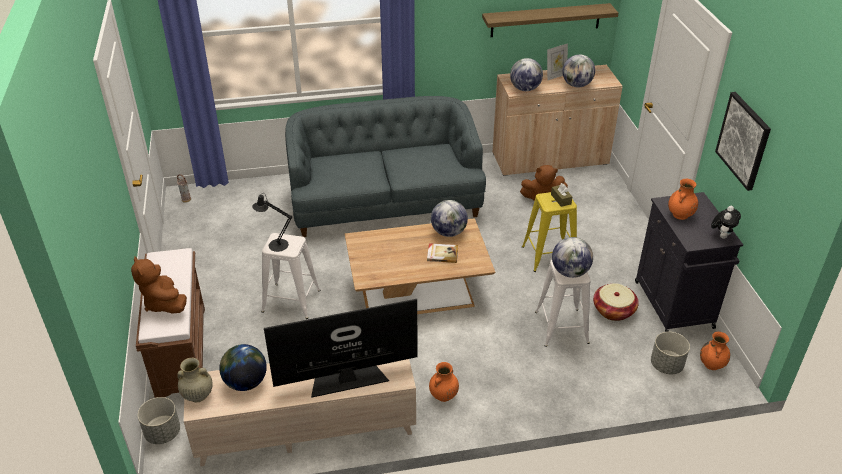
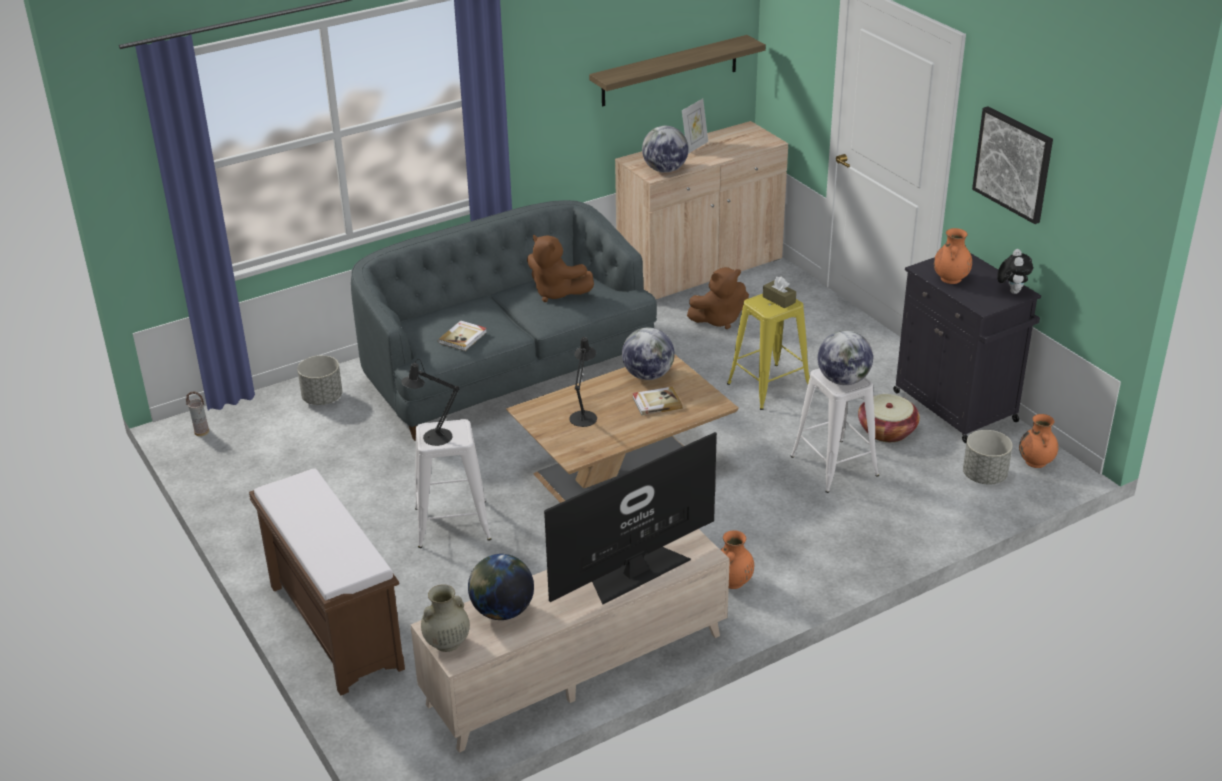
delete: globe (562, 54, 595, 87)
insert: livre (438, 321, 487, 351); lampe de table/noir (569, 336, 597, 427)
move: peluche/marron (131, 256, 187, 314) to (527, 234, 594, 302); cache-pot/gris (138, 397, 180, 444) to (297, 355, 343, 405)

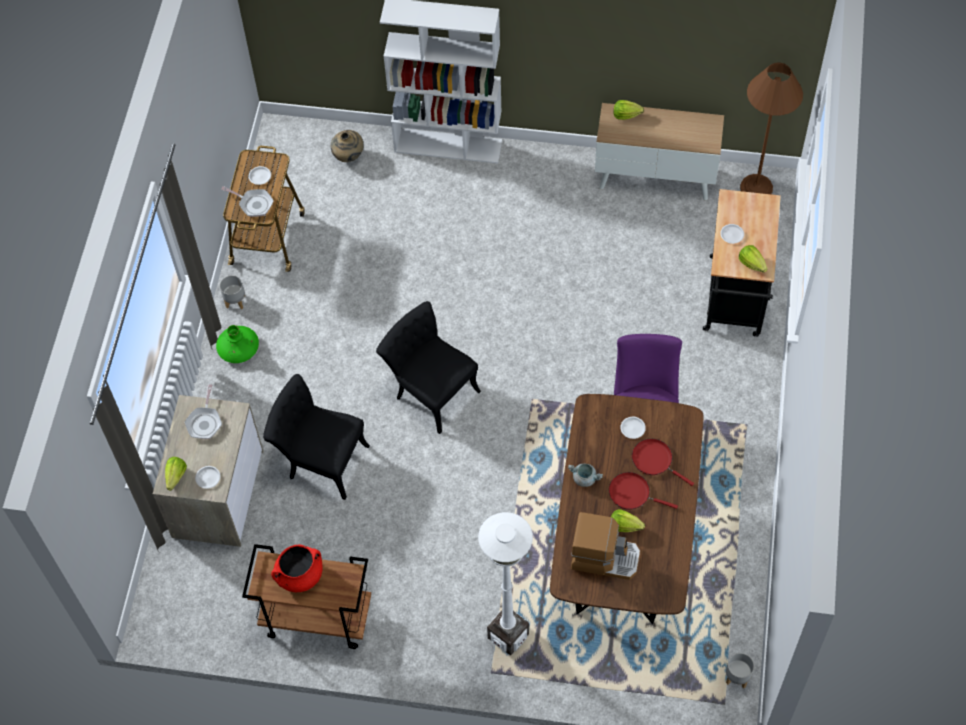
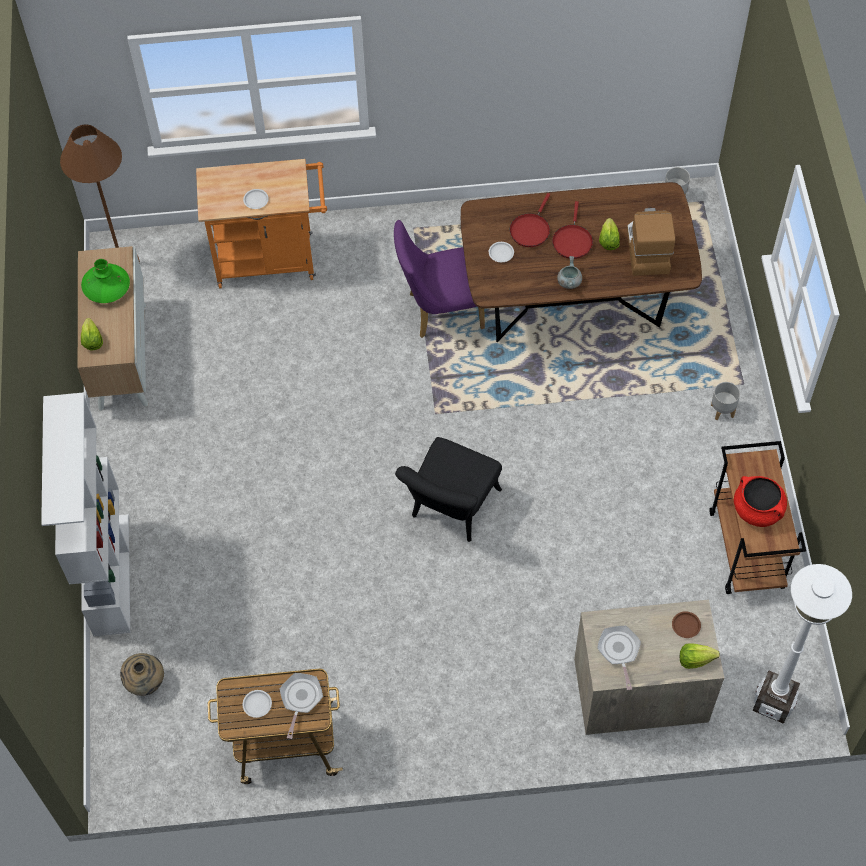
delete: chaise/noir (263, 374, 370, 500); laitue (739, 245, 767, 273)
move: vase/vert (216, 325, 259, 363) to (81, 259, 130, 303); cache-pot/gris (220, 275, 245, 309) to (711, 382, 740, 420); lampadaire/blanc (478, 512, 533, 655) to (753, 564, 852, 724)
recolor: assiette/blanc (195, 466, 221, 489) to assiette/marron (672, 611, 701, 638); chariot/noir (703, 189, 781, 337) to chariot/orange (196, 159, 327, 289)
rotate: poêle (185, 384, 222, 439) = (597, 626, 641, 690) 90 degrees counterclockwise

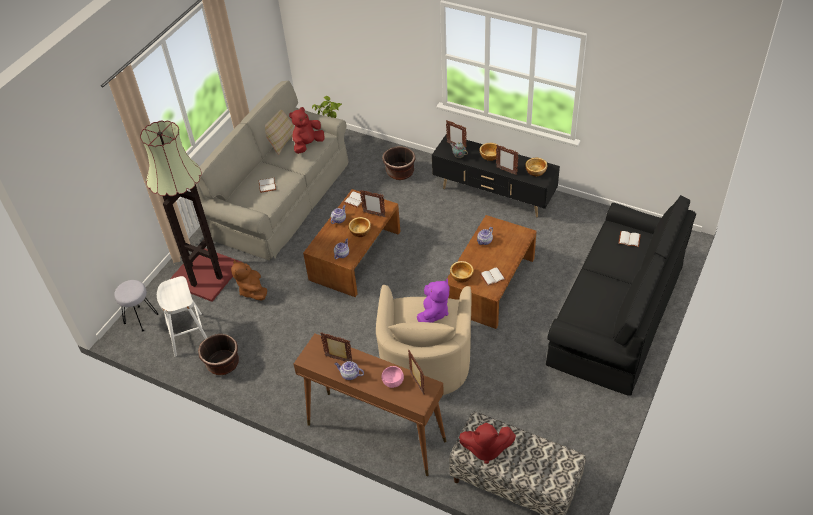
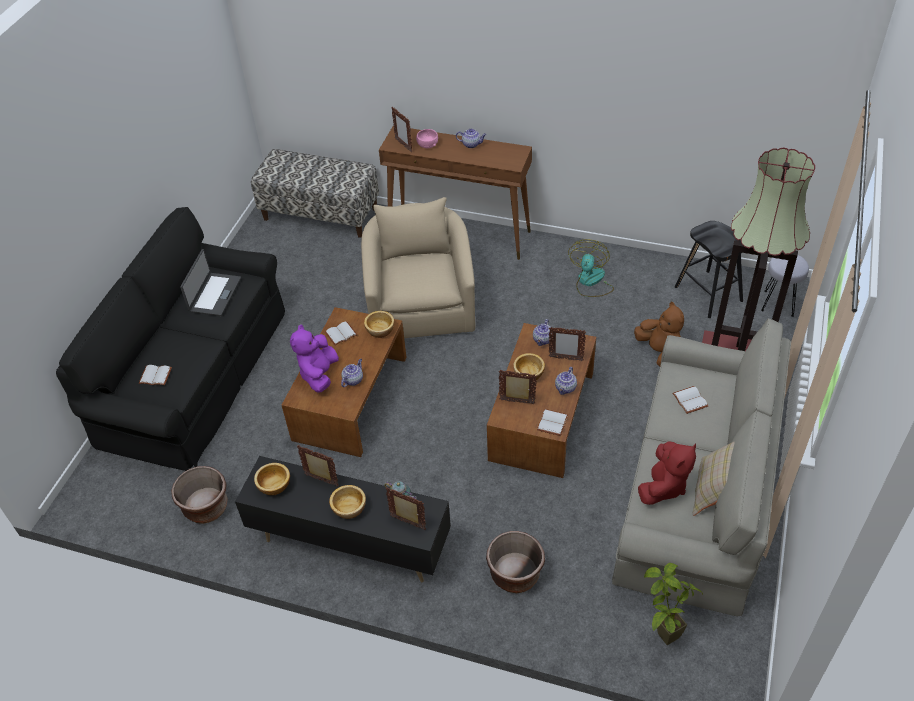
delete: peluche/rouge (459, 423, 516, 464)
insert: ordinateur portable (180, 249, 241, 316); ventilateur (568, 239, 614, 297)
move: cache-pot/marron (198, 334, 239, 375) to (171, 466, 228, 524); cadre photo (320, 332, 352, 362) to (549, 327, 586, 361); peluche/violet (417, 278, 449, 323) to (290, 325, 339, 393)
recolor: tabouret/blanc (157, 276, 207, 357) to tabouret/noir (675, 221, 743, 318)

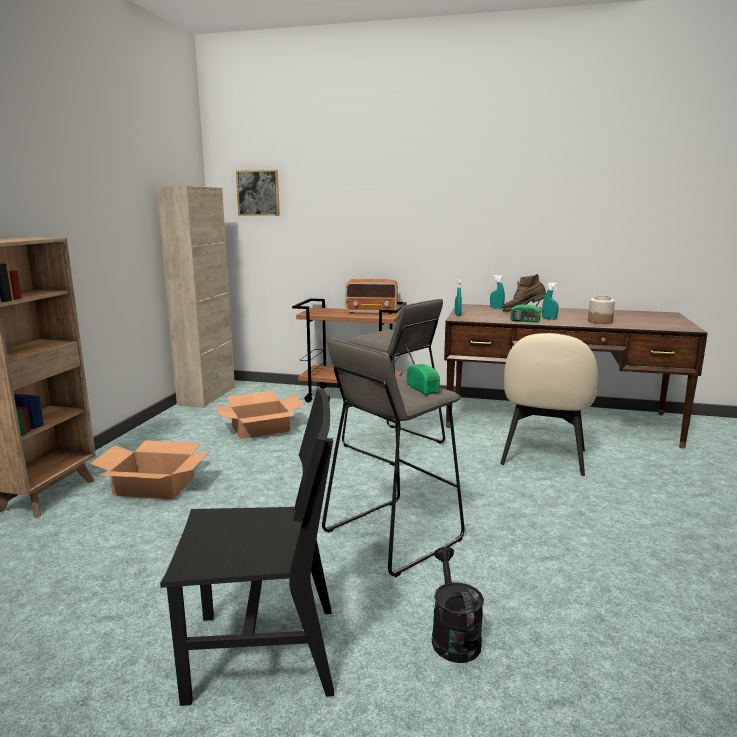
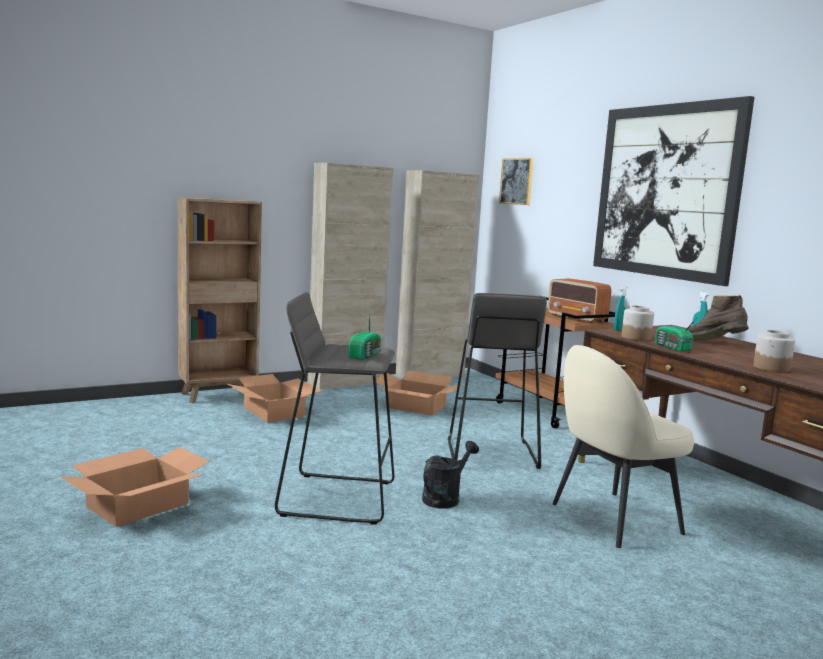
delete: vaporisateur/turquoise (542, 282, 559, 320)
insert: meuble de rangement/beige (307, 163, 393, 389); tableau (593, 96, 754, 286); bocal (622, 305, 654, 341)
move: arrosoir/noir (432, 547, 484, 663) to (422, 441, 479, 508)
replace: chaise/noir (160, 389, 334, 706) to carton (60, 447, 210, 527)

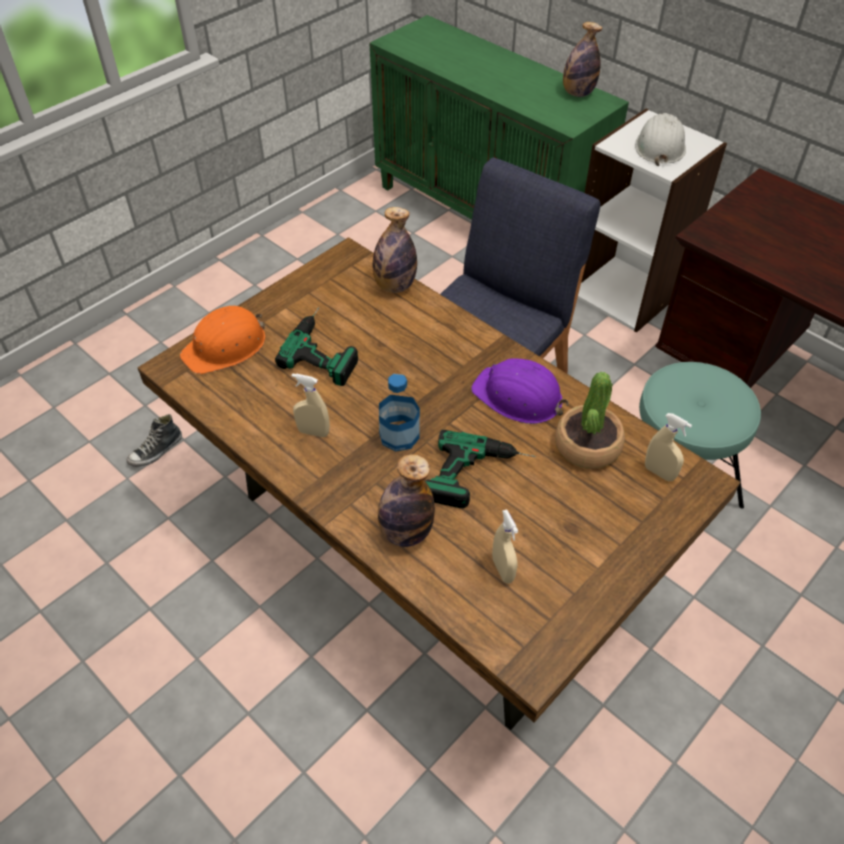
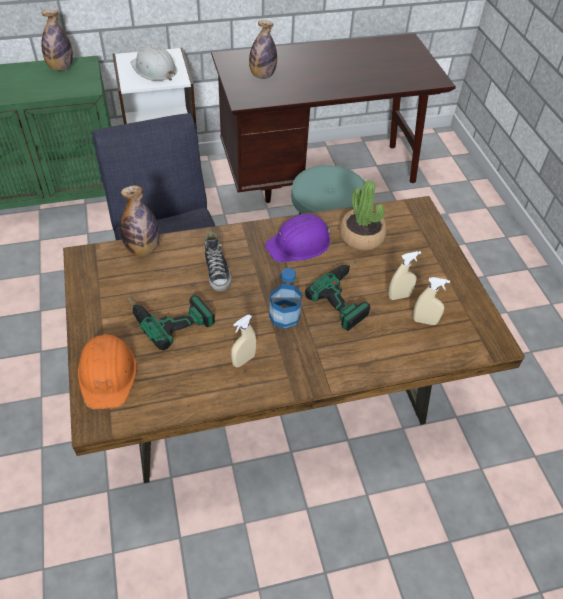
move: chaussure (127, 414, 182, 467) to (205, 231, 231, 291); bouteille (378, 454, 435, 547) to (249, 20, 277, 79); vaporisateur/beige (645, 413, 692, 481) to (388, 251, 421, 300)

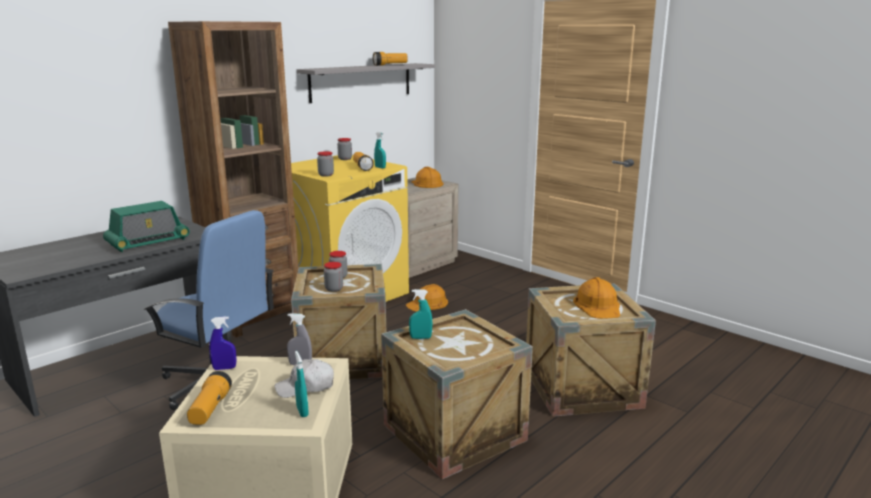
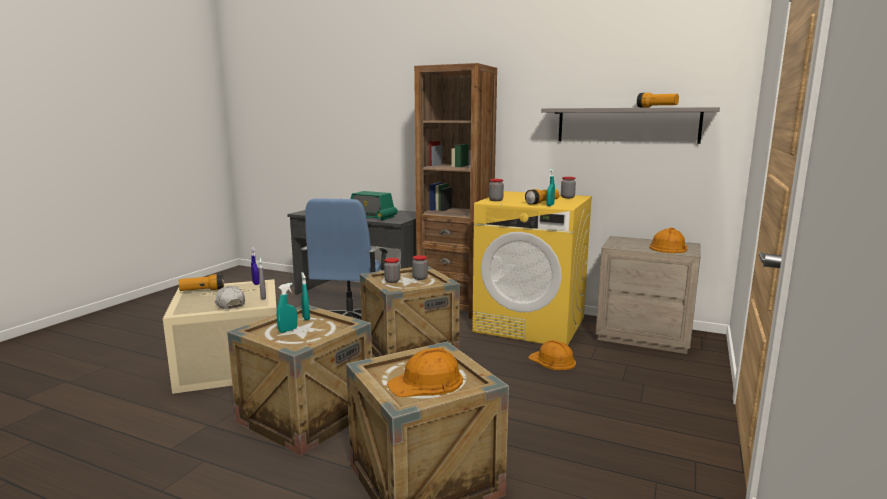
move: vaporisateur/turquoise (295, 351, 309, 417) to (277, 283, 297, 333)

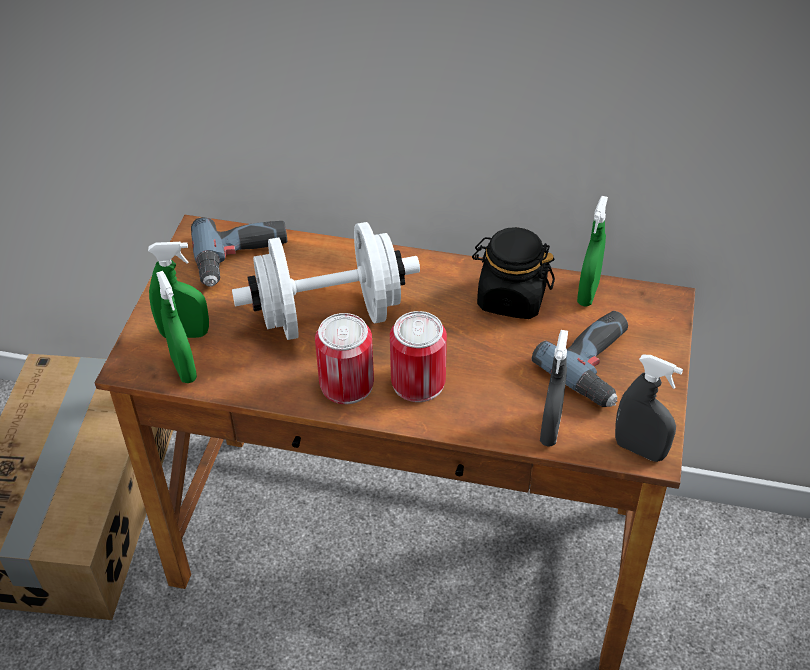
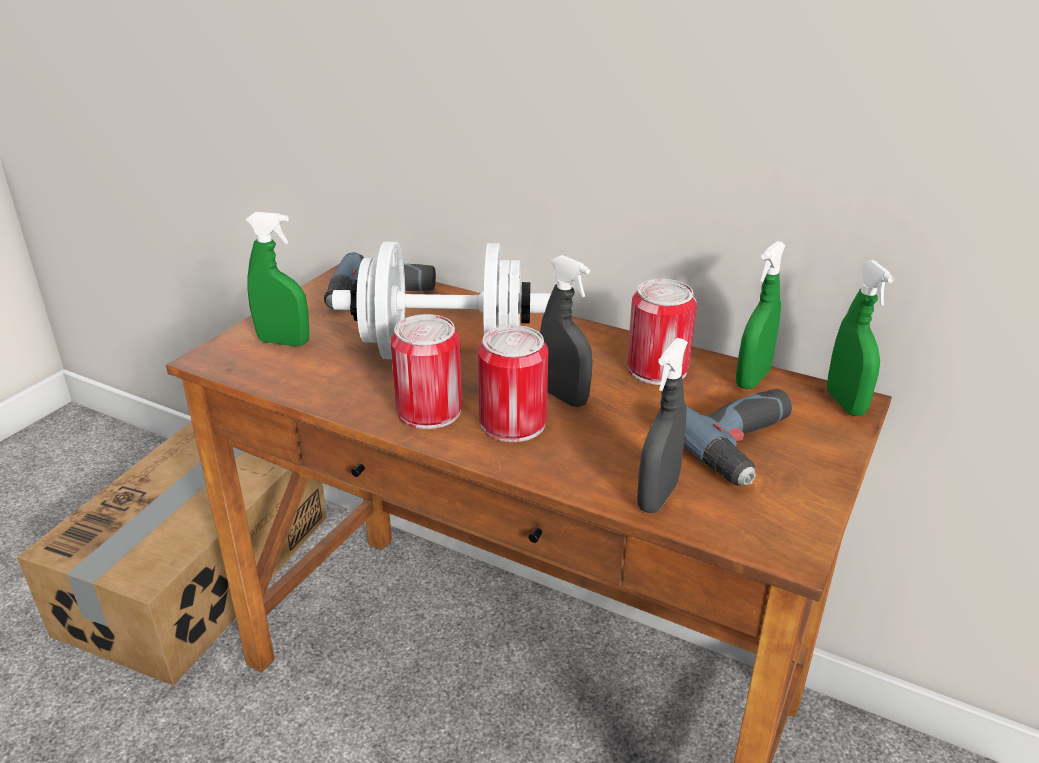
move: vaporisateur/vert (156, 271, 197, 383) to (827, 260, 894, 416); vaporisateur/gris (615, 355, 683, 462) to (540, 255, 593, 407)
replace: bocal/noir (472, 227, 555, 319) to boîte métallique (627, 279, 697, 385)

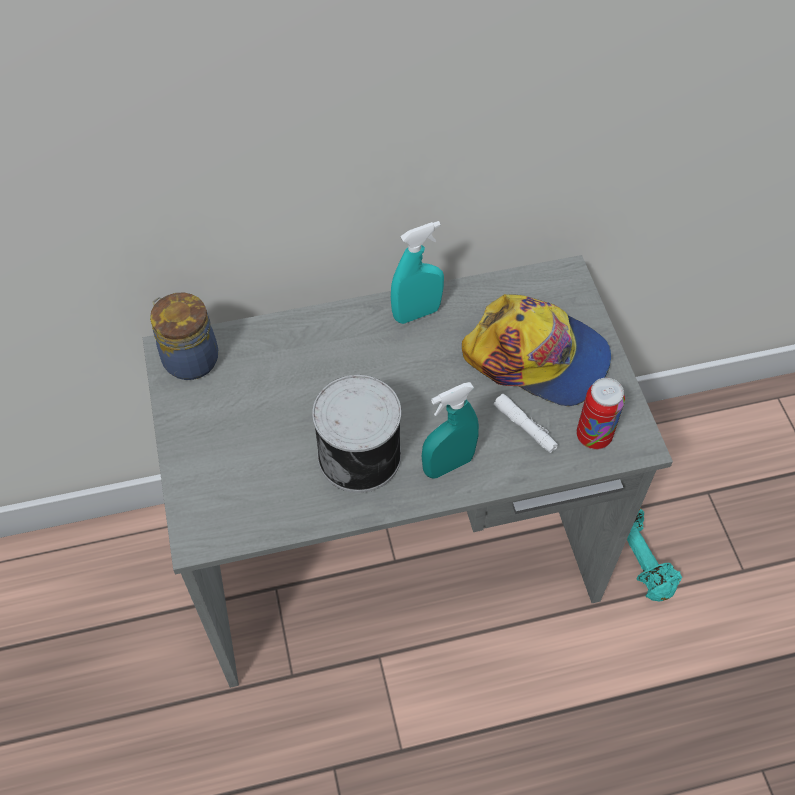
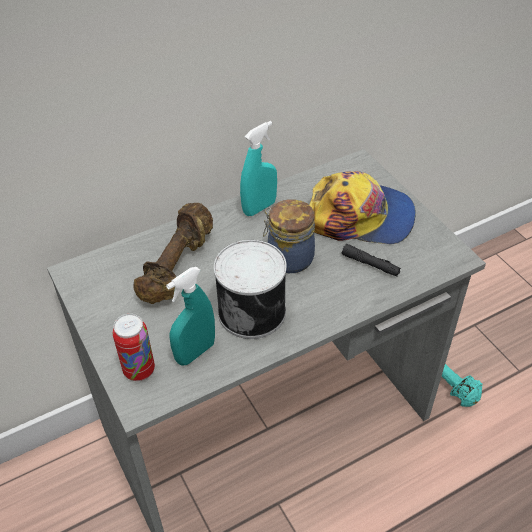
insert: haltère/marron (133, 203, 213, 304)
move: bocal (150, 293, 218, 380) to (263, 199, 315, 273); vaporisateur/turquoise (422, 382, 479, 479) to (166, 267, 215, 366); boîte métallique (576, 378, 625, 450) to (113, 314, 155, 381)
recolor: lampe de poche/blanc (494, 394, 558, 453) to lampe de poche/noir (342, 244, 401, 276)

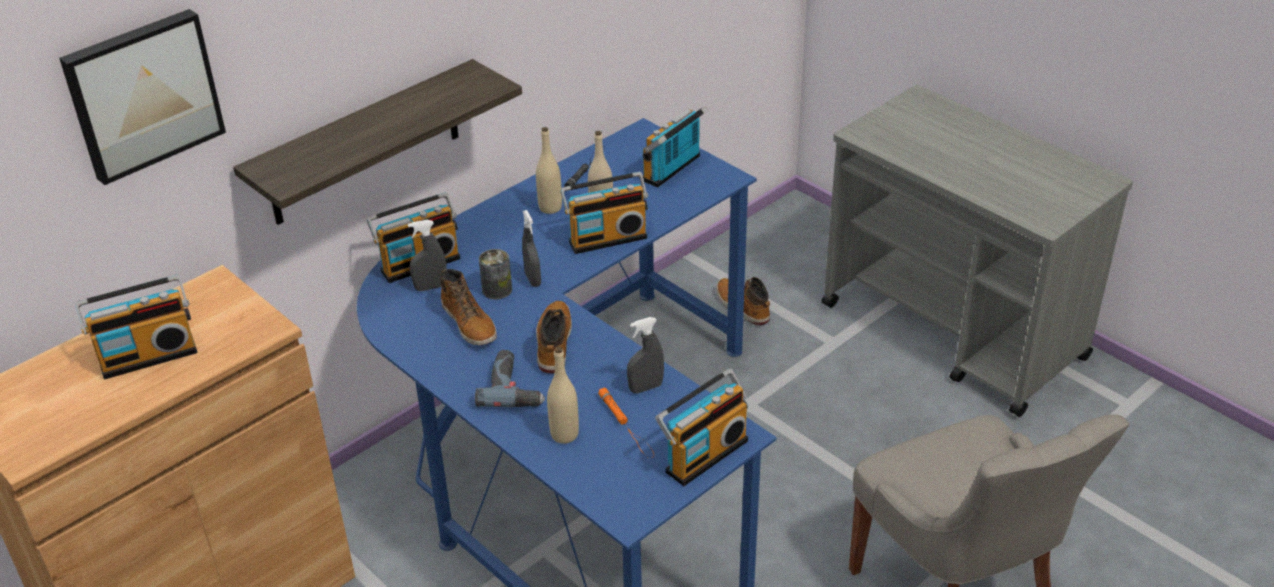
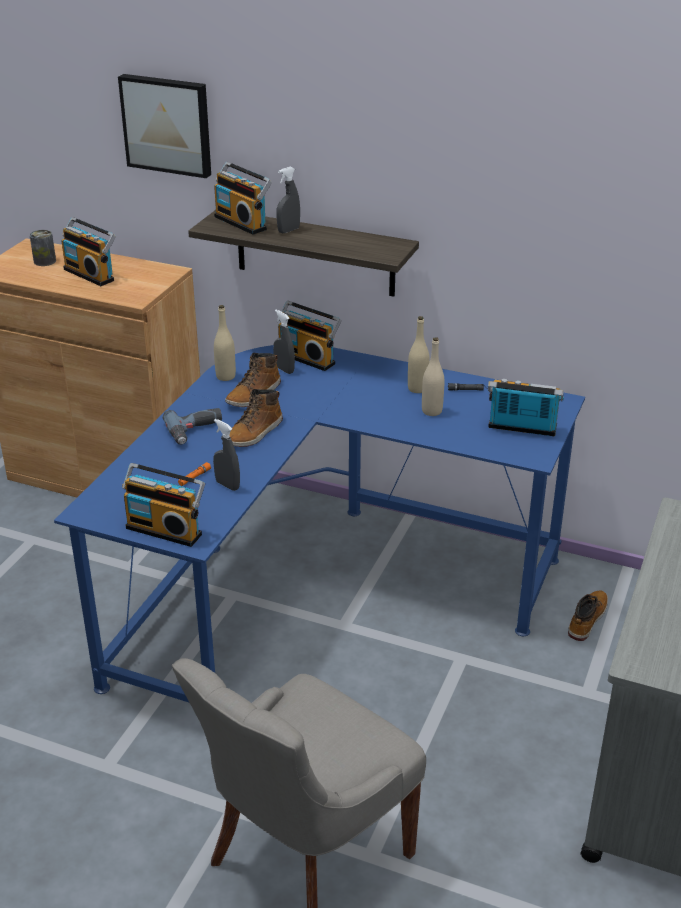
move: boîte métallique (479, 249, 512, 299) to (30, 230, 56, 266); vaporisateur/gris (522, 210, 541, 287) to (277, 167, 300, 233); bouteille/beige (547, 347, 579, 444) to (214, 305, 236, 381); radio (560, 172, 648, 254) to (214, 162, 272, 235)
rotate: botte (536, 301, 572, 373) = (229, 389, 283, 447) 150 degrees clockwise

